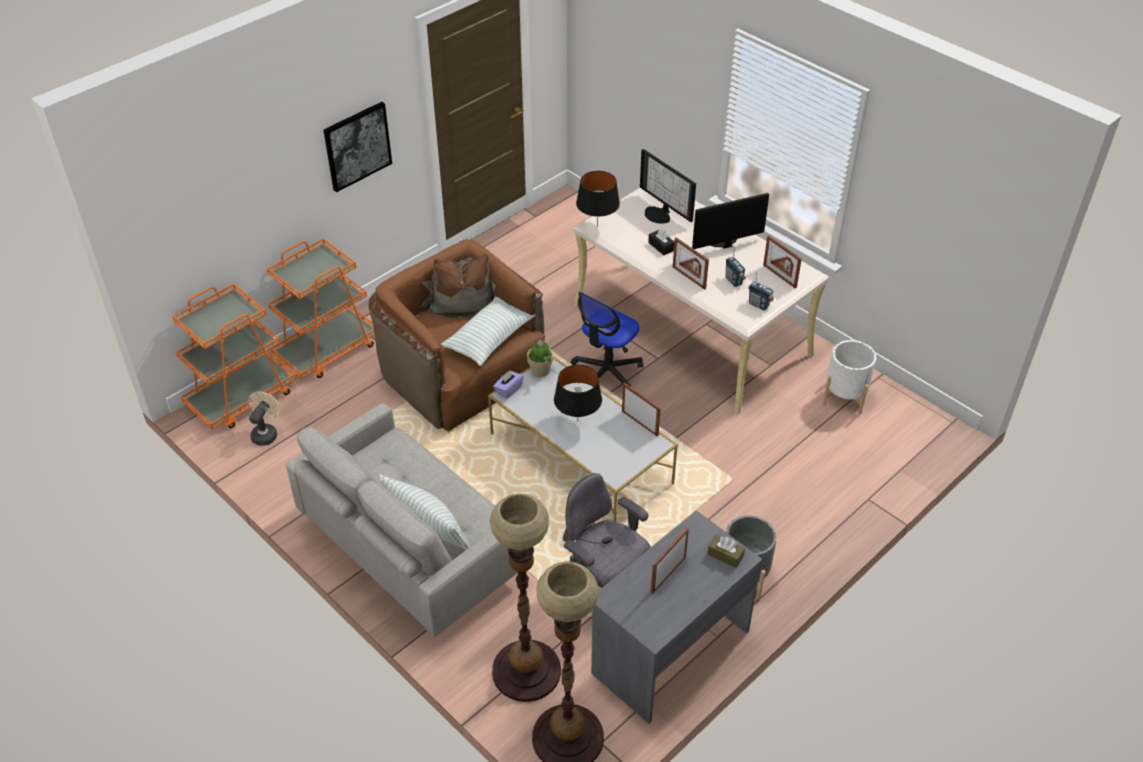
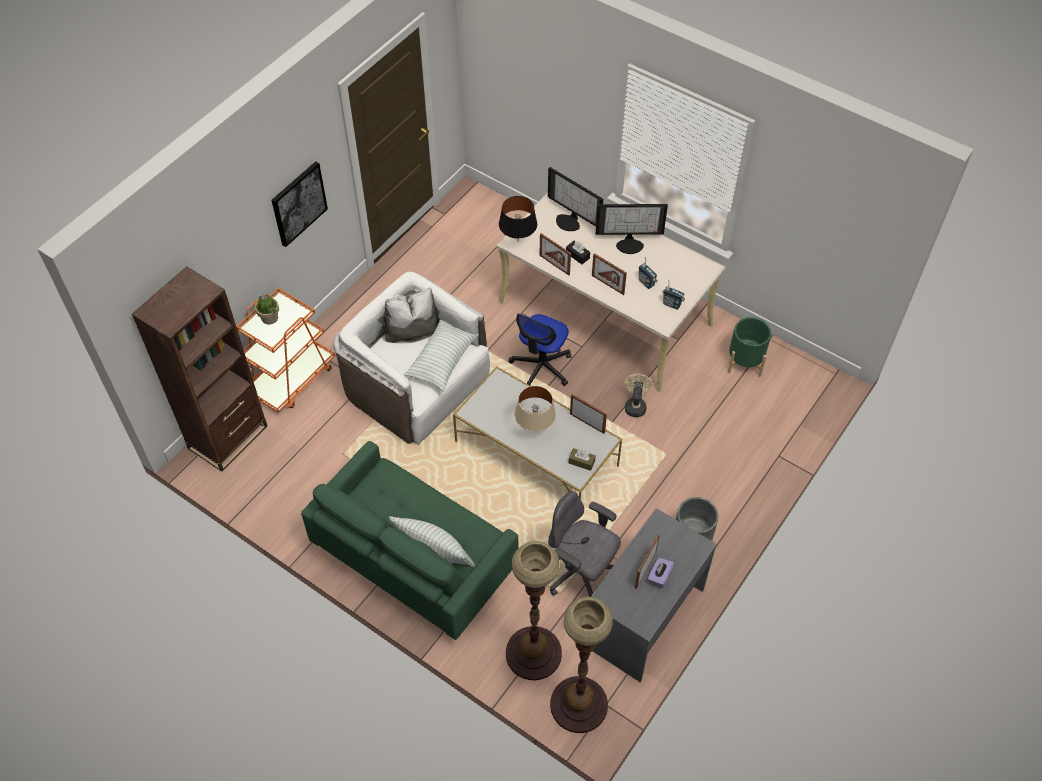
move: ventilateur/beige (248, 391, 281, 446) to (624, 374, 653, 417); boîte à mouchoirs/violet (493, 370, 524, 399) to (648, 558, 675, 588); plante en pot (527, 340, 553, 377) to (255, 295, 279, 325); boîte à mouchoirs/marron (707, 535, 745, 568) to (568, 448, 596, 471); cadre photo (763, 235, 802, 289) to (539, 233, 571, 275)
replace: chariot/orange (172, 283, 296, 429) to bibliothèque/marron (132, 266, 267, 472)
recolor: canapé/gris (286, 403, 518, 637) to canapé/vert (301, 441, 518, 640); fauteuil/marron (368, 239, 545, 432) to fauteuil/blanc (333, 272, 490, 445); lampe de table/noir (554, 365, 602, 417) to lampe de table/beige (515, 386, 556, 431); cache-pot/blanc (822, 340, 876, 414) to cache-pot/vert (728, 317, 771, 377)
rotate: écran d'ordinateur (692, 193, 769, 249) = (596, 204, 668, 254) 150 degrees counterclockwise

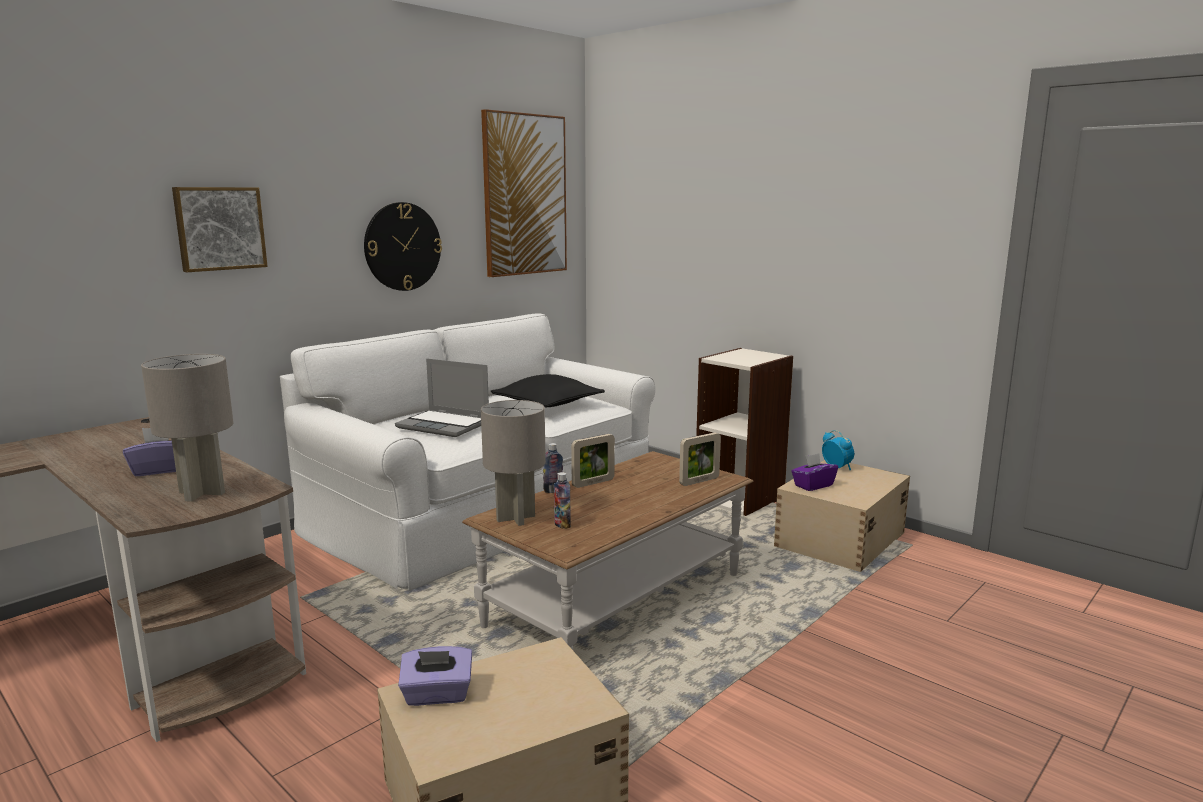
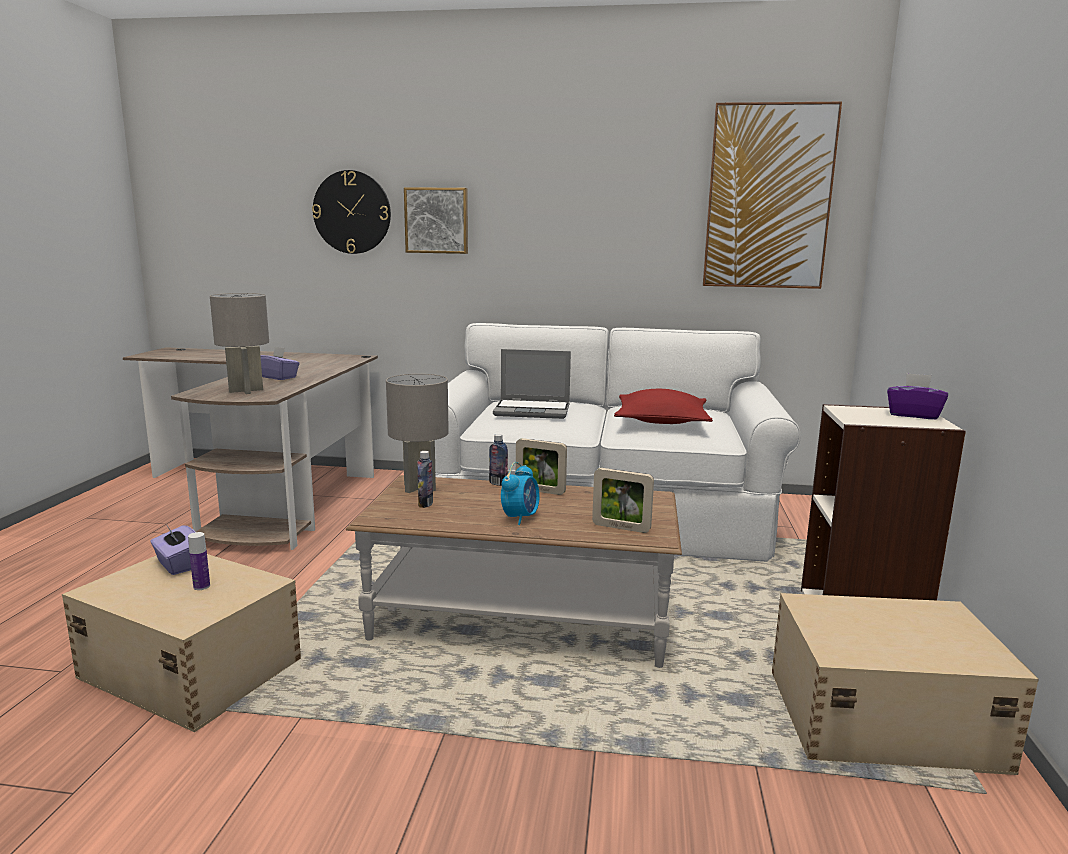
insert: bouteille (188, 532, 210, 590)
move: horloge murale (364, 202, 442, 291) to (312, 170, 391, 254); boîte à mouchoirs/violet (791, 453, 838, 491) to (887, 373, 948, 419); réveil (822, 430, 854, 470) to (501, 462, 540, 525)
recolor: coussin/noir (491, 374, 605, 408) to coussin/rouge (614, 389, 713, 424)
rotate: ordinateur portable (395, 358, 489, 437) = (493, 349, 571, 419) 75 degrees counterclockwise

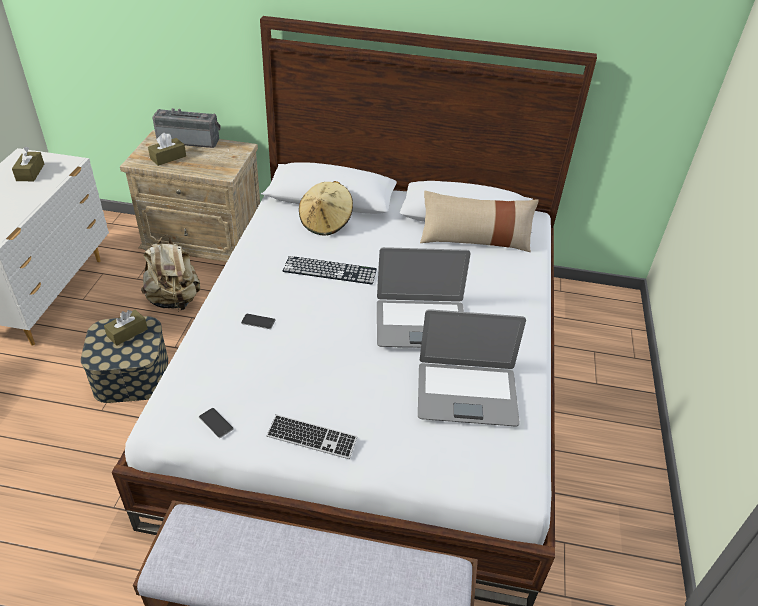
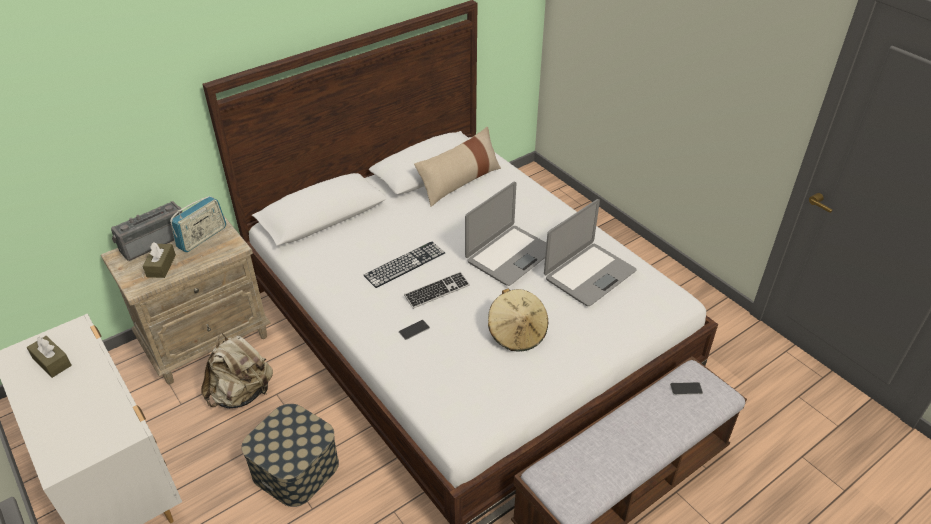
delete: boîte à mouchoirs/marron (104, 309, 148, 346)
insert: radio (170, 196, 226, 252)
move: téléphone (199, 408, 234, 438) to (670, 382, 703, 395); clavier (266, 414, 357, 459) to (404, 271, 470, 309); chapeau/beige (299, 181, 353, 235) to (488, 289, 548, 352)

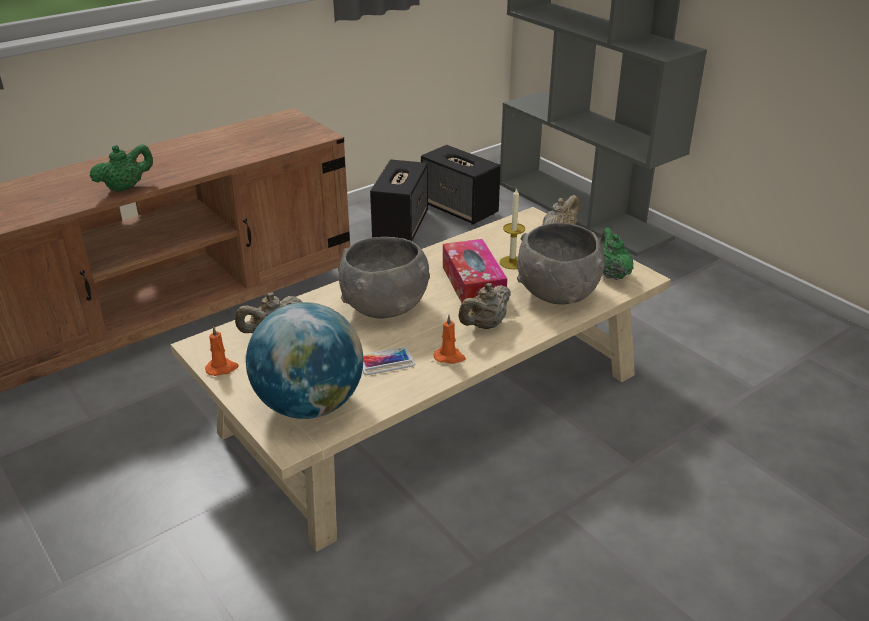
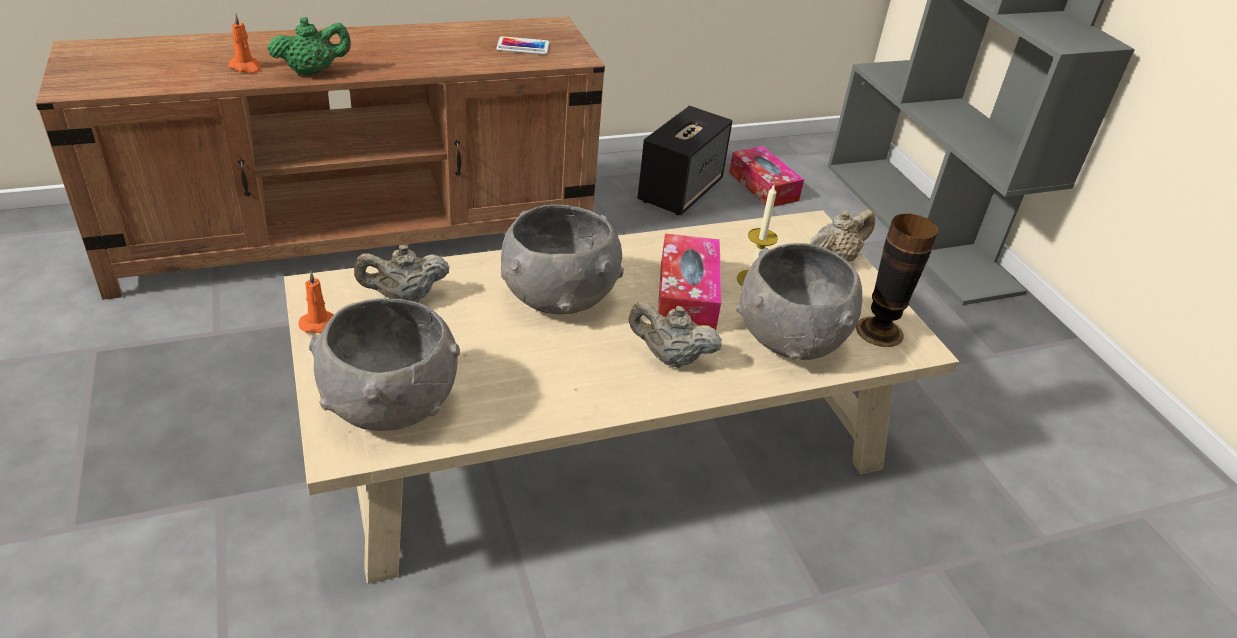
move: téléphone (363, 347, 415, 375) to (496, 36, 550, 55); bougie/orange (434, 314, 466, 364) to (228, 13, 261, 73)
replace: globe (246, 302, 363, 419) to bol/gris (309, 298, 460, 431); enceinte (421, 145, 501, 225) to boîte à mouchoirs (729, 146, 804, 207); théière/vert (601, 227, 633, 280) to vase (856, 213, 938, 347)
rotate: théière/beige (458, 283, 511, 329) = (629, 301, 722, 368) 45 degrees clockwise

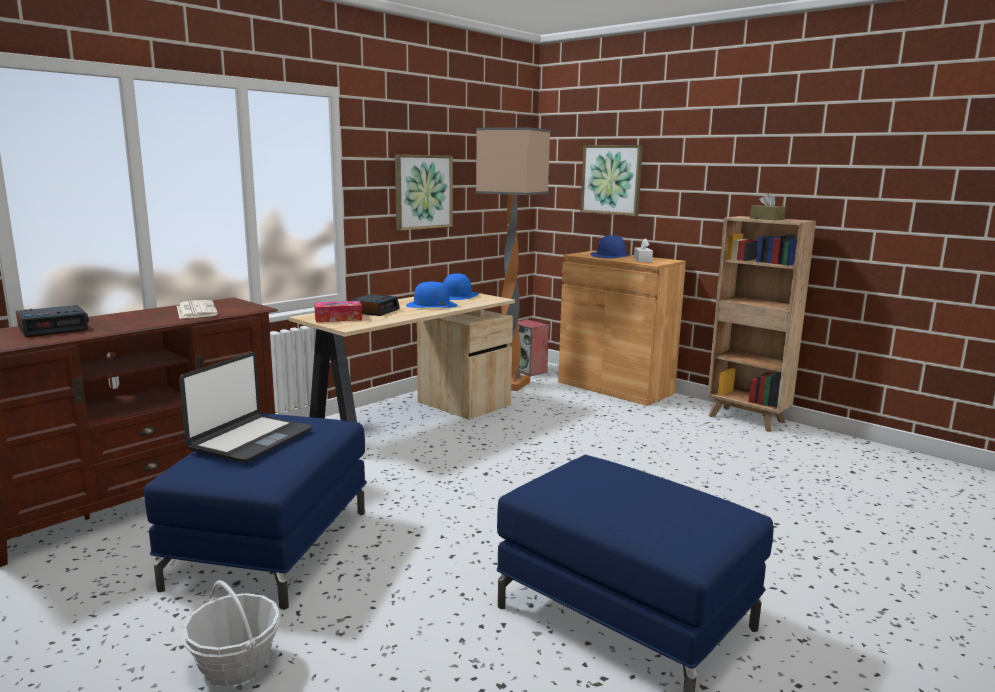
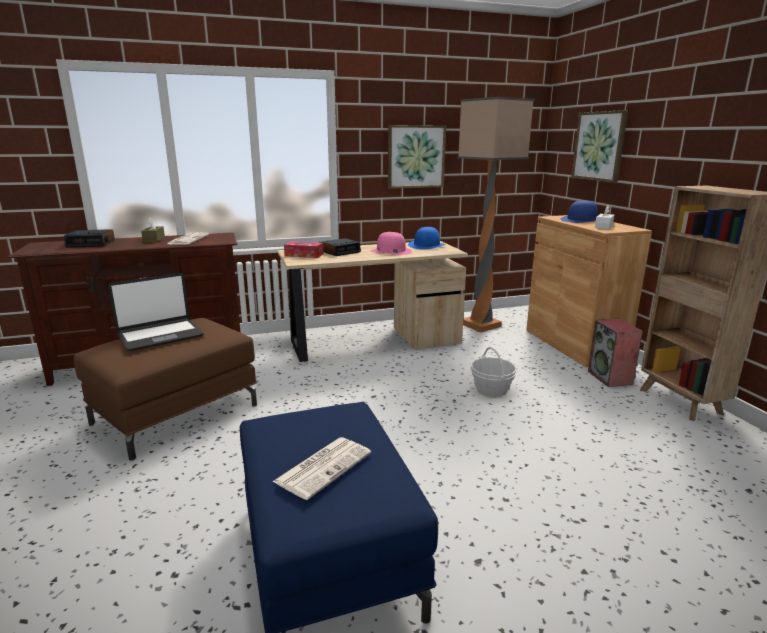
insert: journal (272, 437, 371, 500)
move: panier (182, 580, 280, 686) to (470, 347, 517, 397); enceinte (517, 320, 549, 376) to (588, 318, 643, 387); boîte à mouchoirs/marron (750, 194, 786, 220) to (141, 218, 165, 242)
recolor: pouf/bleu (144, 414, 367, 610) to pouf/marron (73, 318, 257, 461); chapeau/bleu (406, 282, 458, 308) to chapeau/rose (371, 232, 412, 255)

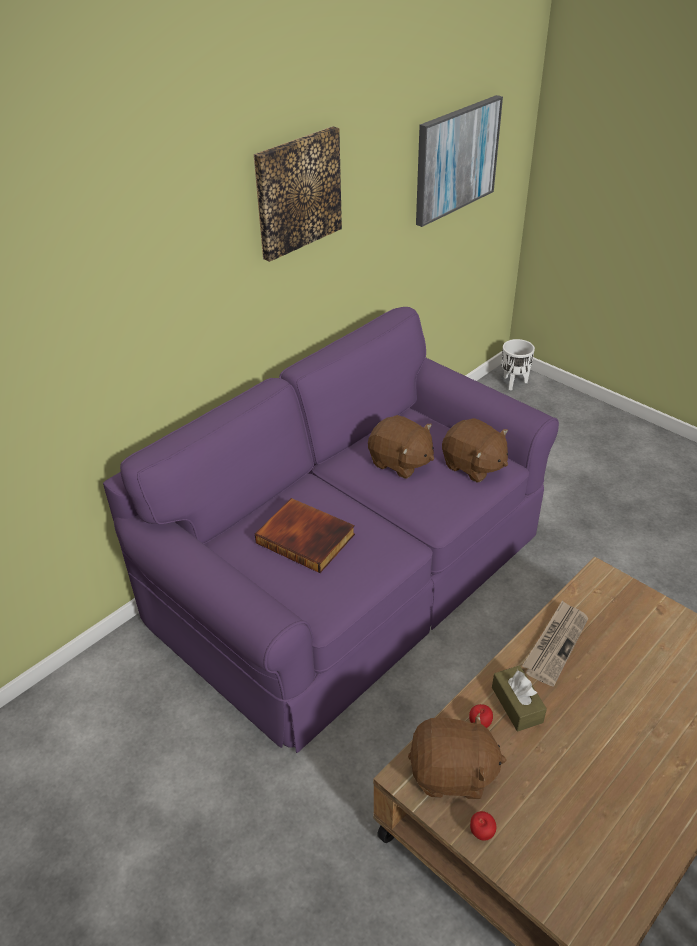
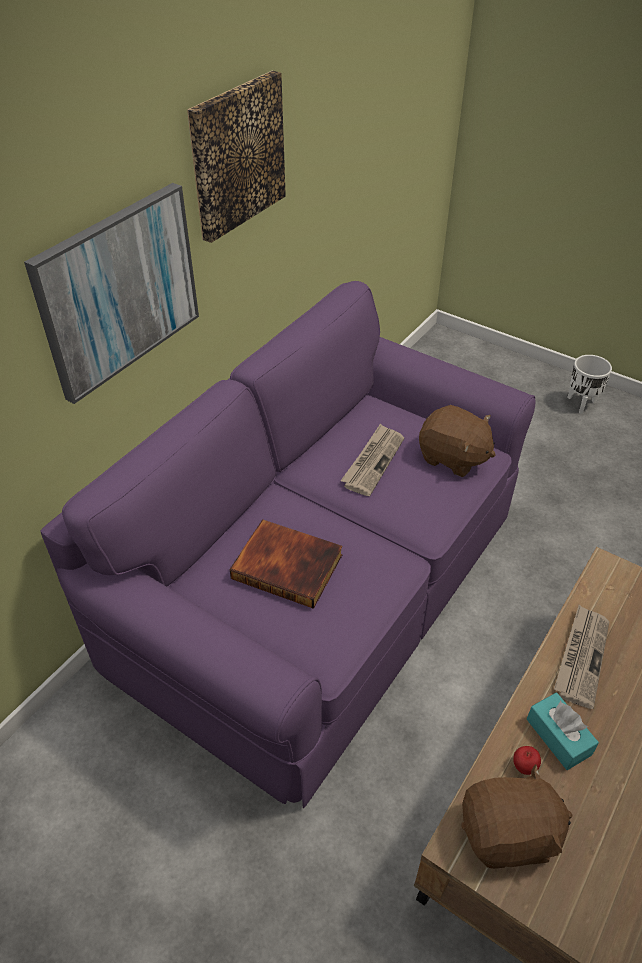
delete: pomme (470, 811, 496, 841)
move: tableau (416, 95, 503, 227) to (24, 183, 199, 404); cache-pot/blanc (502, 339, 535, 391) to (567, 355, 612, 414)
replace: peluche/marron (368, 415, 434, 479) to journal (341, 424, 404, 496)
recolor: boîte à mouchoirs/marron (492, 665, 547, 731) to boîte à mouchoirs/turquoise (527, 693, 599, 770)

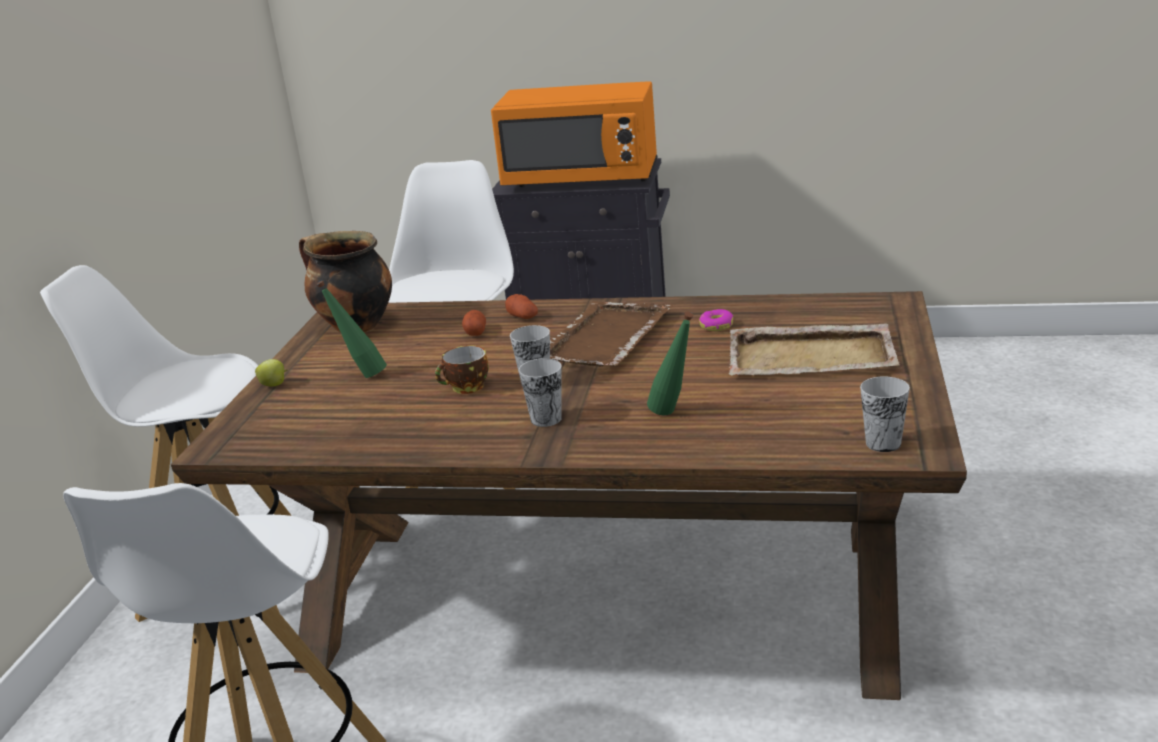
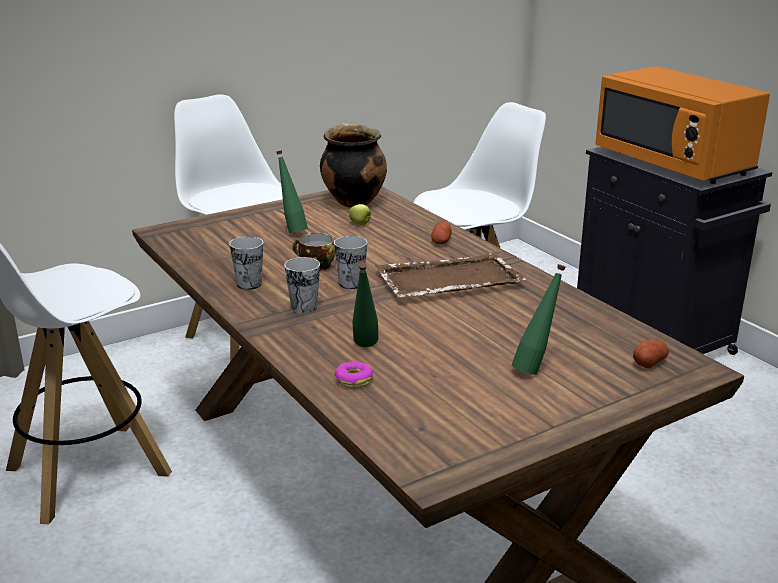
move: pomme (255, 359, 288, 386) to (349, 204, 371, 225); pomme de terre (462, 310, 486, 336) to (633, 339, 669, 368); beignet (699, 309, 733, 331) to (335, 361, 373, 388); tasse (860, 376, 910, 452) to (229, 236, 263, 290)
replace: plateau/beige (729, 323, 900, 375) to bouteille/vert (512, 264, 566, 375)

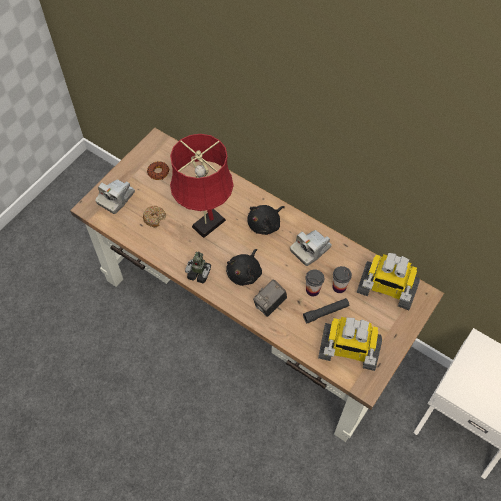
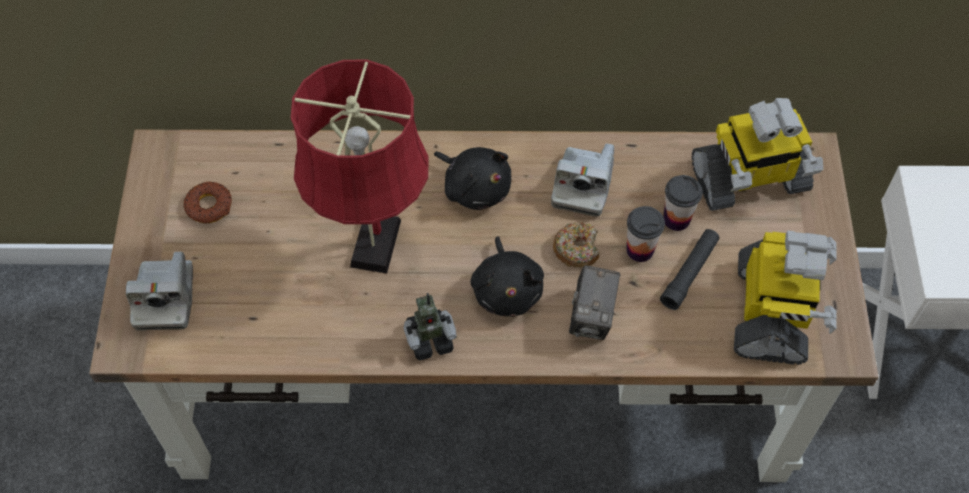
move: beignet (143, 206, 166, 227) to (553, 222, 600, 267)
rotate: peluche/noir (247, 205, 285, 235) = (434, 147, 511, 210) 60 degrees counterclockwise; robot jouet (318, 317, 382, 371) = (734, 230, 837, 365) 60 degrees counterclockwise

